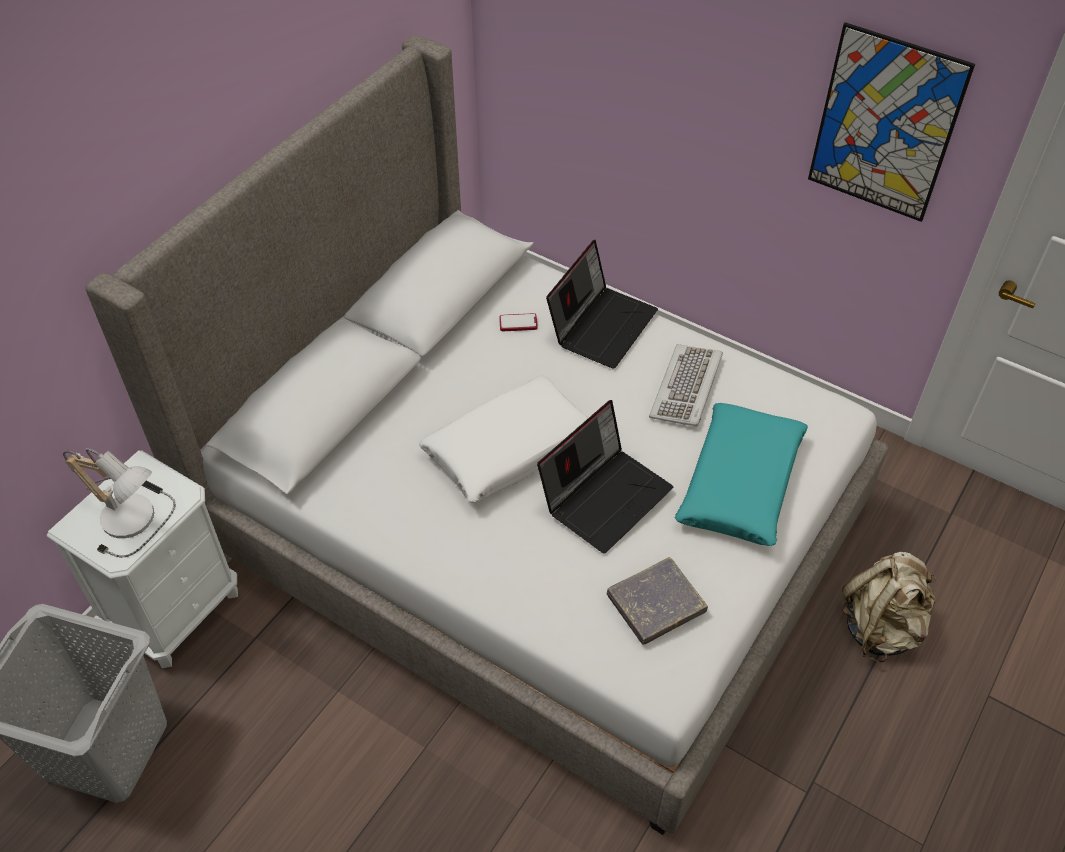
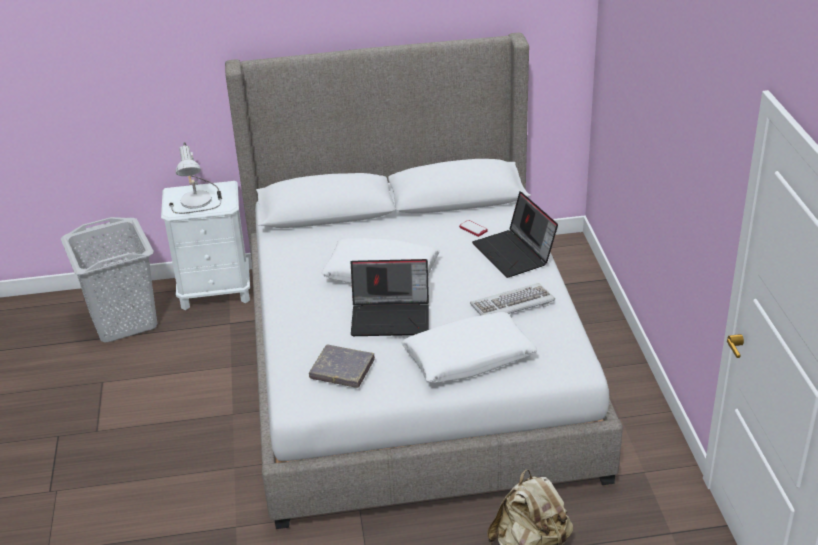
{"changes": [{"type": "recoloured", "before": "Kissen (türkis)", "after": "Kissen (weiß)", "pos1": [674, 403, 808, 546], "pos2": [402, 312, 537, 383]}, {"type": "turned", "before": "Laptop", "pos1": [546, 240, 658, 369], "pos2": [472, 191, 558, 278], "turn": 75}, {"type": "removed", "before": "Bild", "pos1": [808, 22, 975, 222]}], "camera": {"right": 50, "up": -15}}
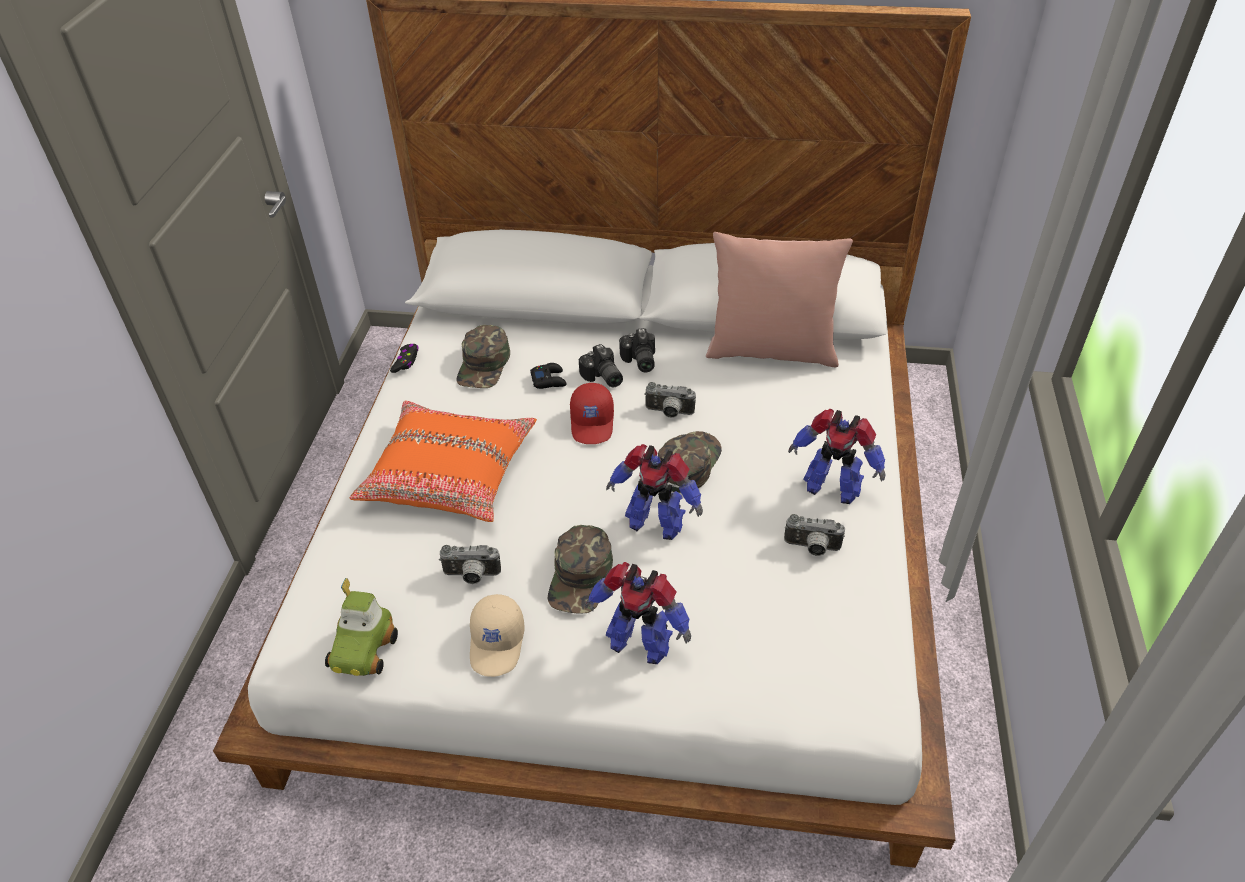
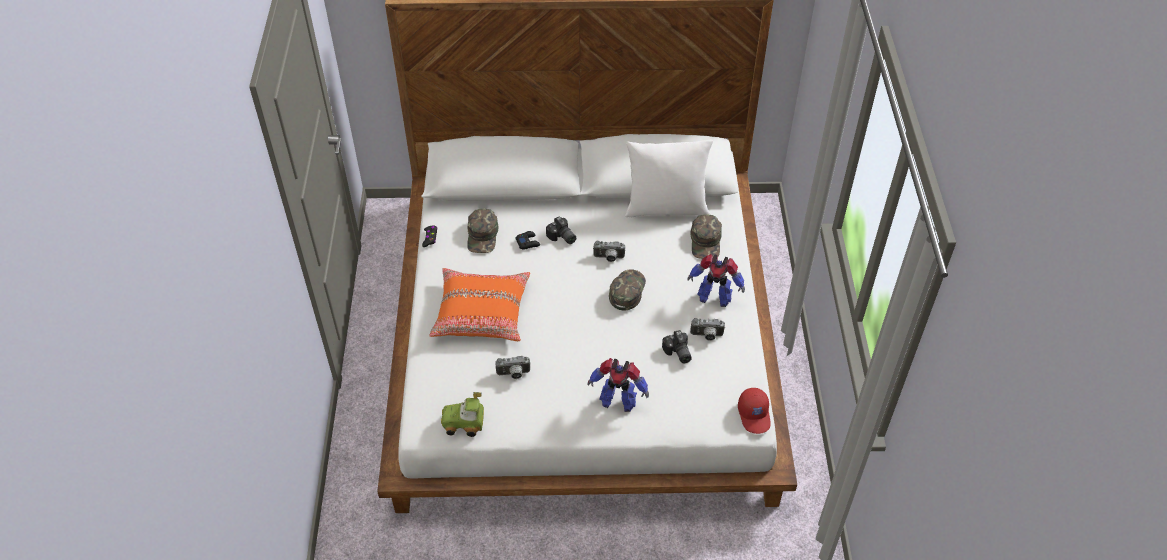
{"changes": [{"type": "turned", "before": "Spielzeugauto", "pos1": [325, 578, 398, 676], "pos2": [441, 392, 484, 437], "turn": 90}, {"type": "recoloured", "before": "Kissen (rosa)", "after": "Kissen (weiß)", "pos1": [706, 232, 853, 367], "pos2": [625, 139, 713, 217]}, {"type": "moved", "before": "Kamera", "pos1": [619, 328, 655, 372], "pos2": [662, 330, 692, 363]}, {"type": "moved", "before": "Kappe (grün)", "pos1": [548, 525, 613, 614], "pos2": [691, 214, 722, 259]}, {"type": "moved", "before": "Kappe (rot)", "pos1": [570, 383, 614, 444], "pos2": [738, 388, 771, 434]}, {"type": "removed", "before": "Kappe (beige)", "pos1": [470, 594, 525, 677]}, {"type": "removed", "before": "Spielzeugroboter", "pos1": [606, 444, 703, 540]}], "camera": {"right": -10, "up": 5}}
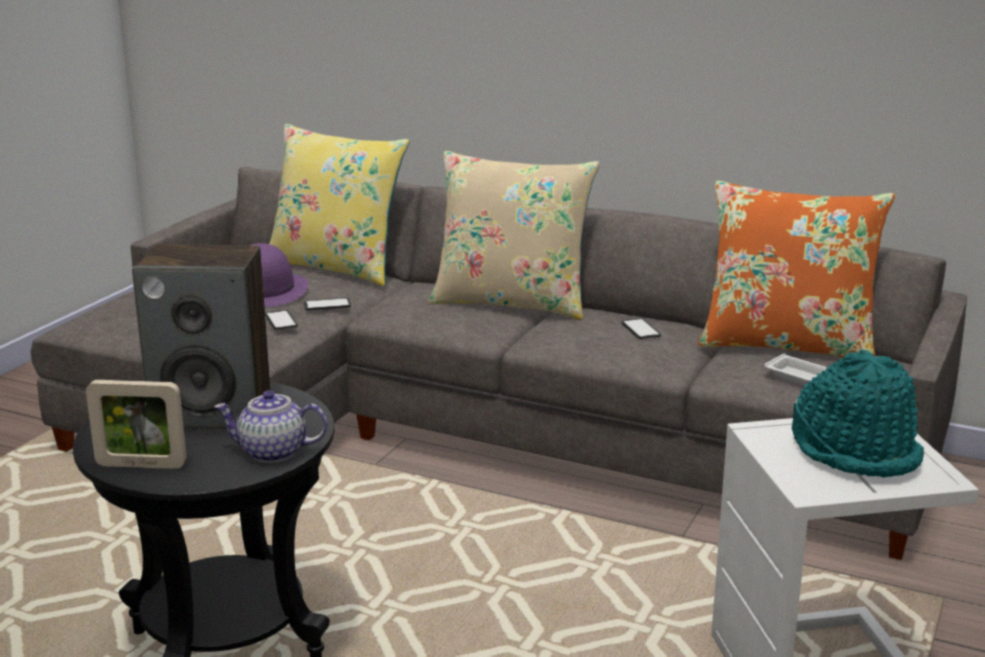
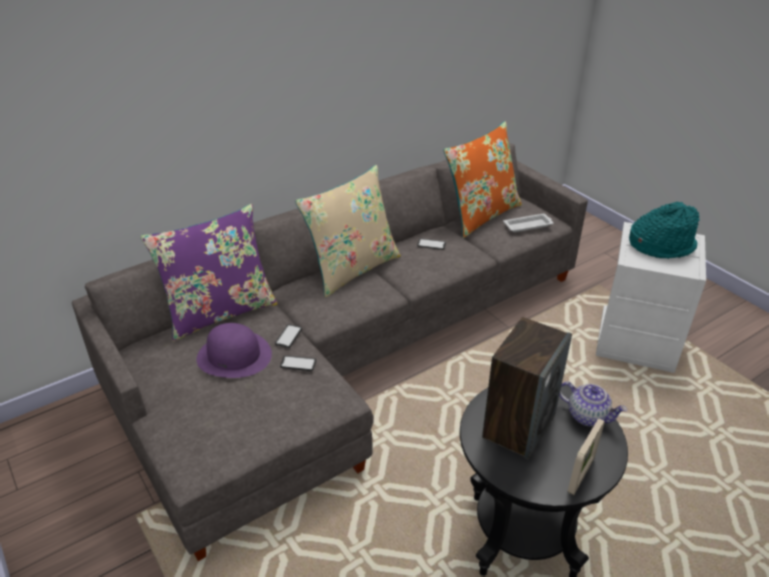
{"changes": [{"type": "recoloured", "before": "Kissen (gelb)", "after": "Kissen (lila)", "pos1": [269, 124, 410, 286], "pos2": [140, 204, 278, 341]}, {"type": "turned", "before": "Teekanne", "pos1": [214, 390, 327, 463], "pos2": [559, 382, 627, 426], "turn": -90}], "camera": {"right": -60, "up": 15}}
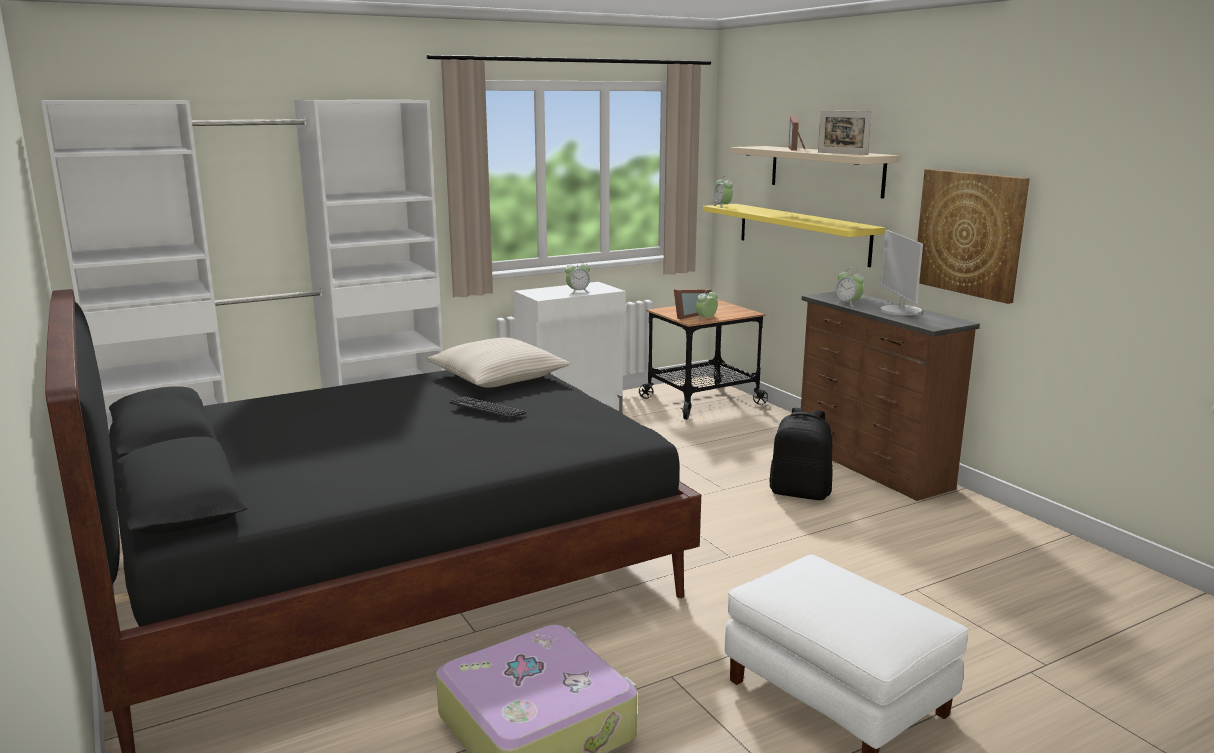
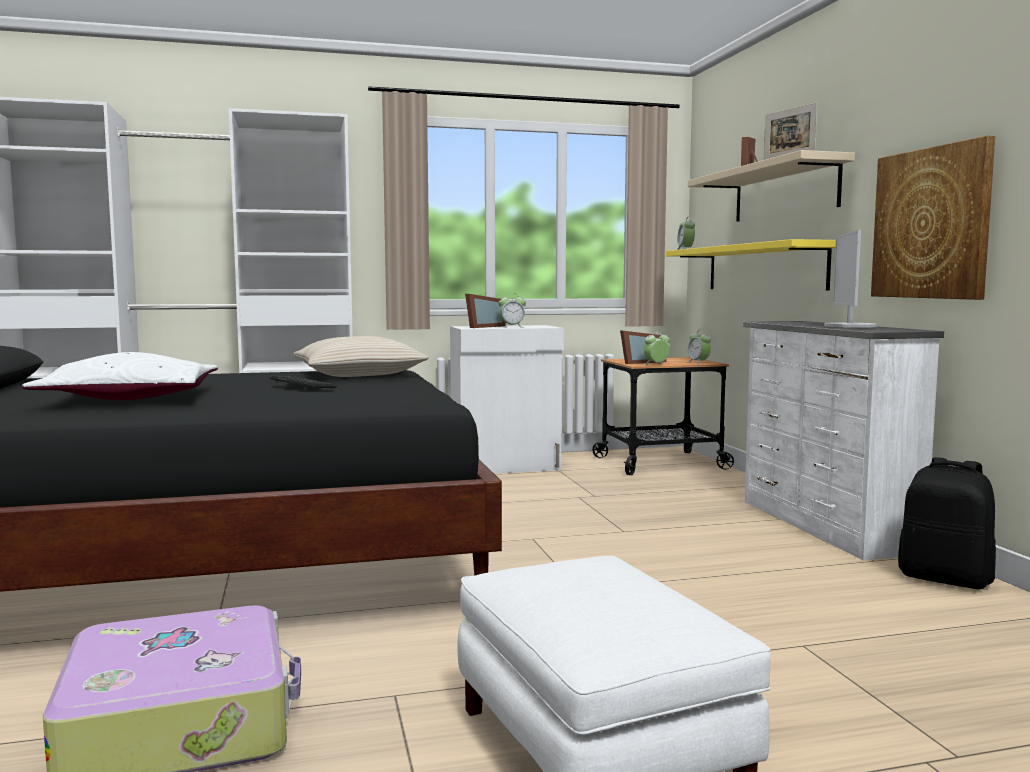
{"changes": [{"type": "added", "after": "Kissen (weiß)", "pos2": [22, 352, 218, 400]}, {"type": "added", "after": "Bilderrahmen", "pos2": [465, 294, 505, 328]}, {"type": "moved", "before": "Wecker", "pos1": [836, 268, 865, 307], "pos2": [688, 330, 711, 364]}, {"type": "recoloured", "before": "Kommode (braun)", "after": "Kommode (weiß)", "pos1": [801, 291, 980, 501], "pos2": [743, 321, 944, 561]}, {"type": "moved", "before": "Rucksack (schwarz)", "pos1": [770, 408, 833, 500], "pos2": [898, 457, 996, 589]}], "camera": {"right": 15, "up": -10}}
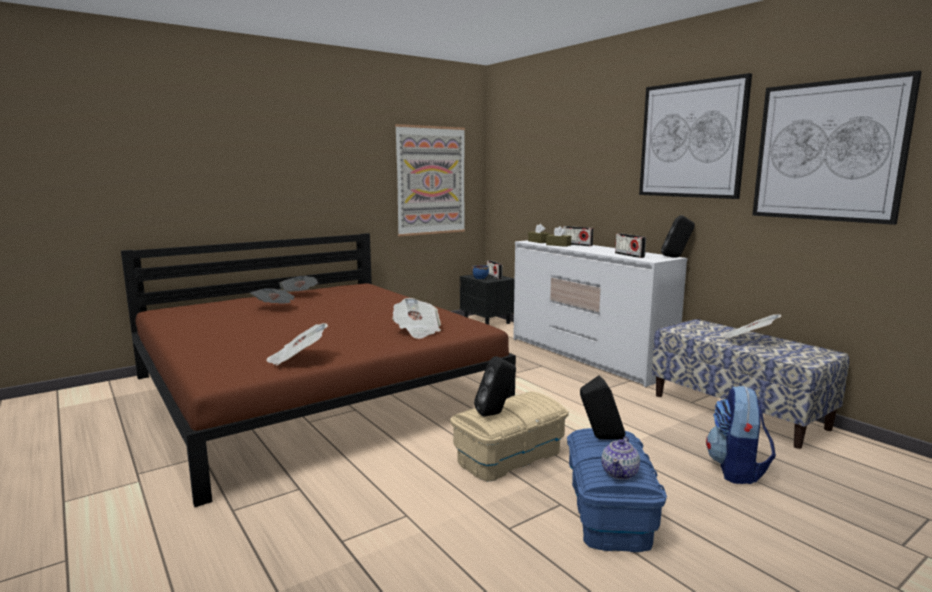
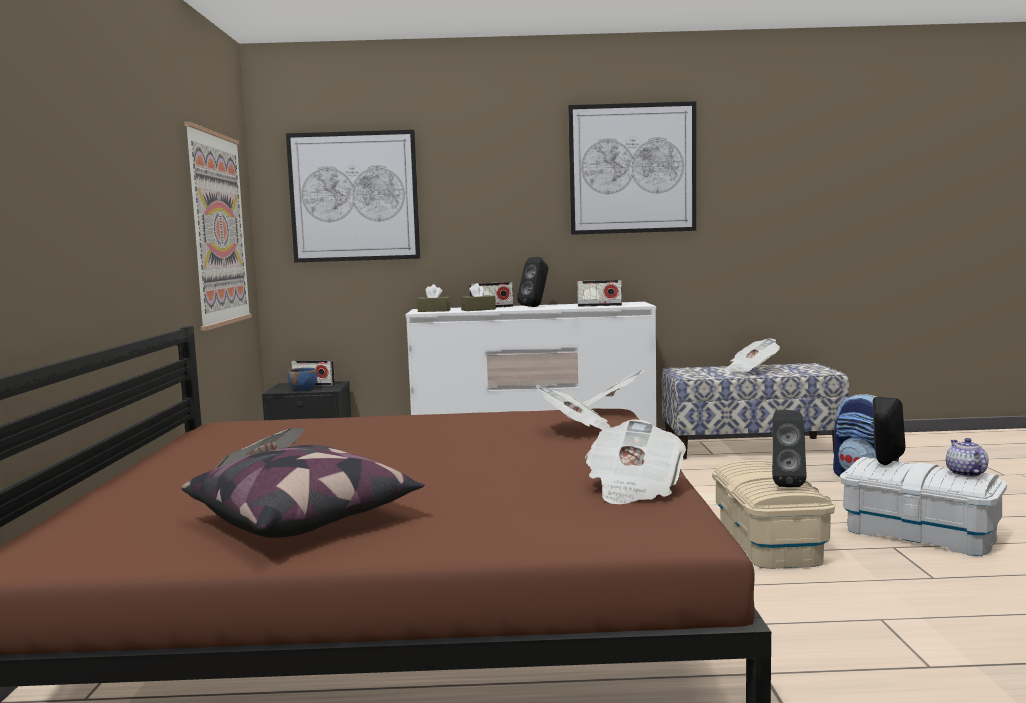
{"changes": [{"type": "added", "after": "Kissen", "pos2": [181, 445, 425, 538]}, {"type": "moved", "before": "Bild", "pos1": [752, 70, 922, 225], "pos2": [286, 130, 420, 262]}, {"type": "moved", "before": "Lautsprecher (schwarz)", "pos1": [661, 215, 695, 258], "pos2": [517, 257, 549, 307]}, {"type": "moved", "before": "Zeitung", "pos1": [279, 276, 318, 291], "pos2": [583, 369, 644, 406]}, {"type": "recoloured", "before": "Aufbewahrungsbox (blau)", "after": "Aufbewahrungsbox (weiß)", "pos1": [567, 428, 667, 552], "pos2": [840, 457, 1007, 556]}, {"type": "turned", "before": "Teekanne", "pos1": [601, 436, 640, 480], "pos2": [946, 438, 989, 477], "turn": -150}], "camera": {"right": -55, "up": -5}}
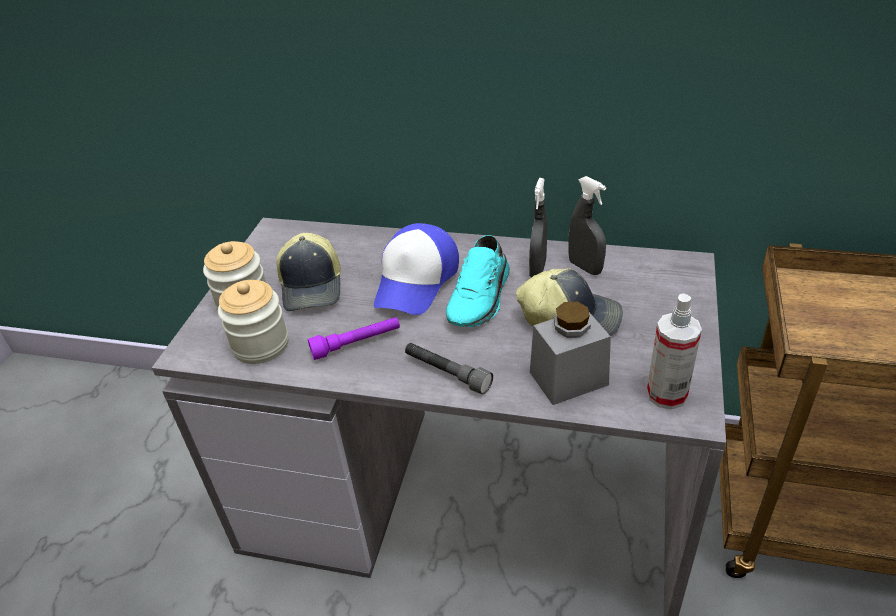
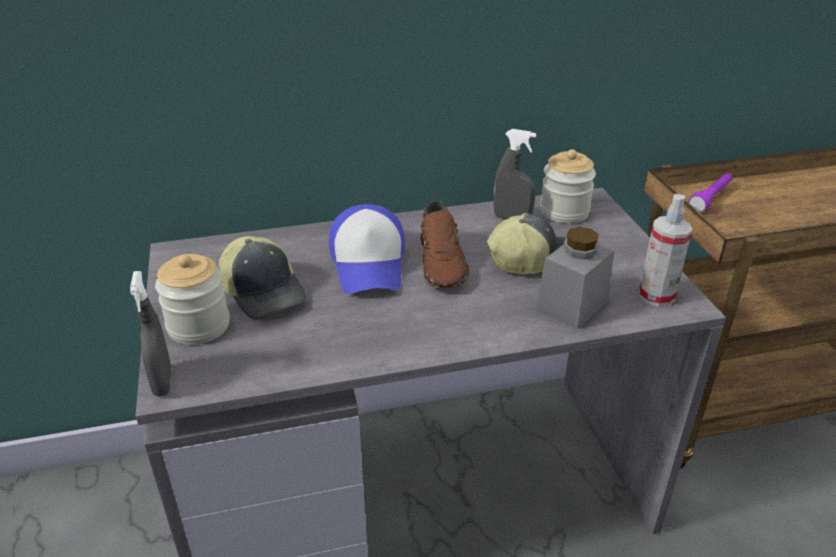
{"changes": [{"type": "moved", "before": "Sprühflasche (grau)", "pos1": [529, 178, 547, 277], "pos2": [130, 271, 171, 397]}, {"type": "recoloured", "before": "Schuh (türkis)", "after": "Schuh (braun)", "pos1": [446, 235, 510, 327], "pos2": [421, 201, 469, 288]}, {"type": "moved", "before": "Vorratsglas", "pos1": [218, 280, 289, 364], "pos2": [540, 149, 596, 223]}, {"type": "moved", "before": "Taschenlampe (lila)", "pos1": [308, 317, 400, 360], "pos2": [688, 173, 732, 213]}, {"type": "removed", "before": "Taschenlampe (grau)", "pos1": [405, 343, 493, 395]}], "camera": {"right": -30, "up": -5}}
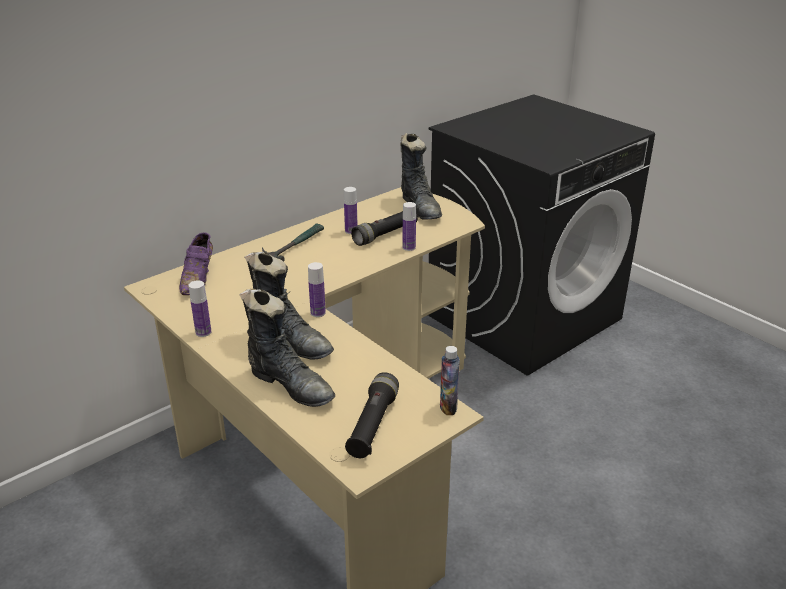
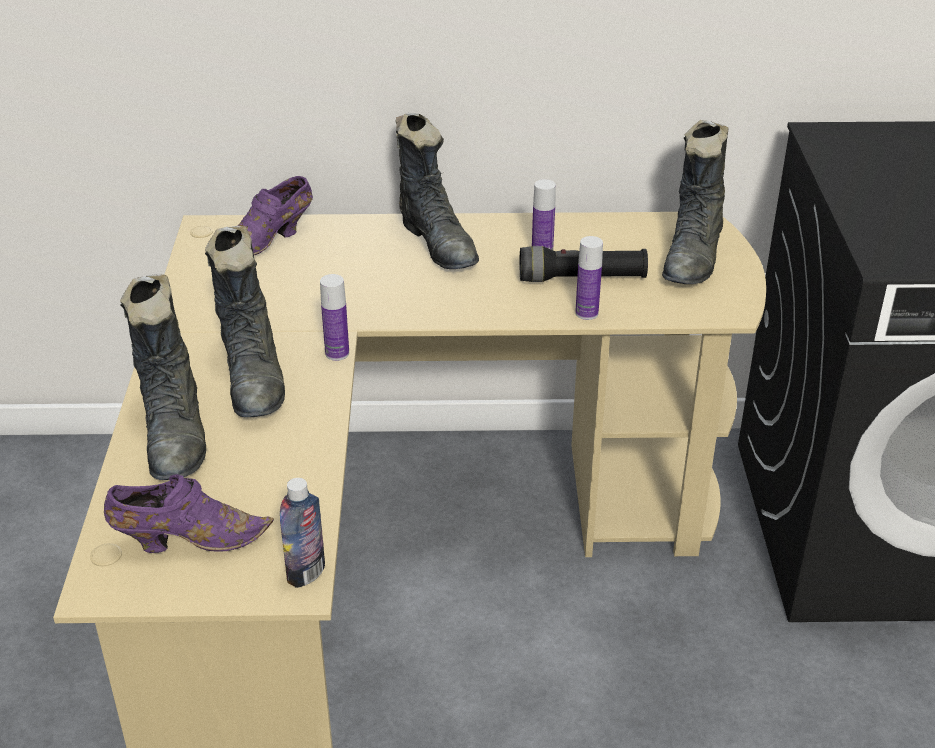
{"changes": [{"type": "replaced", "before": "Taschenlampe (schwarz)", "after": "Schuh (lila)", "pos1": [345, 372, 399, 458], "pos2": [104, 474, 274, 553]}, {"type": "replaced", "before": "Hammer", "after": "Stiefel (schwarz)", "pos1": [262, 224, 324, 262], "pos2": [396, 113, 479, 269]}, {"type": "removed", "before": "Flasche", "pos1": [189, 280, 212, 337]}], "camera": {"right": 40, "up": 5}}
